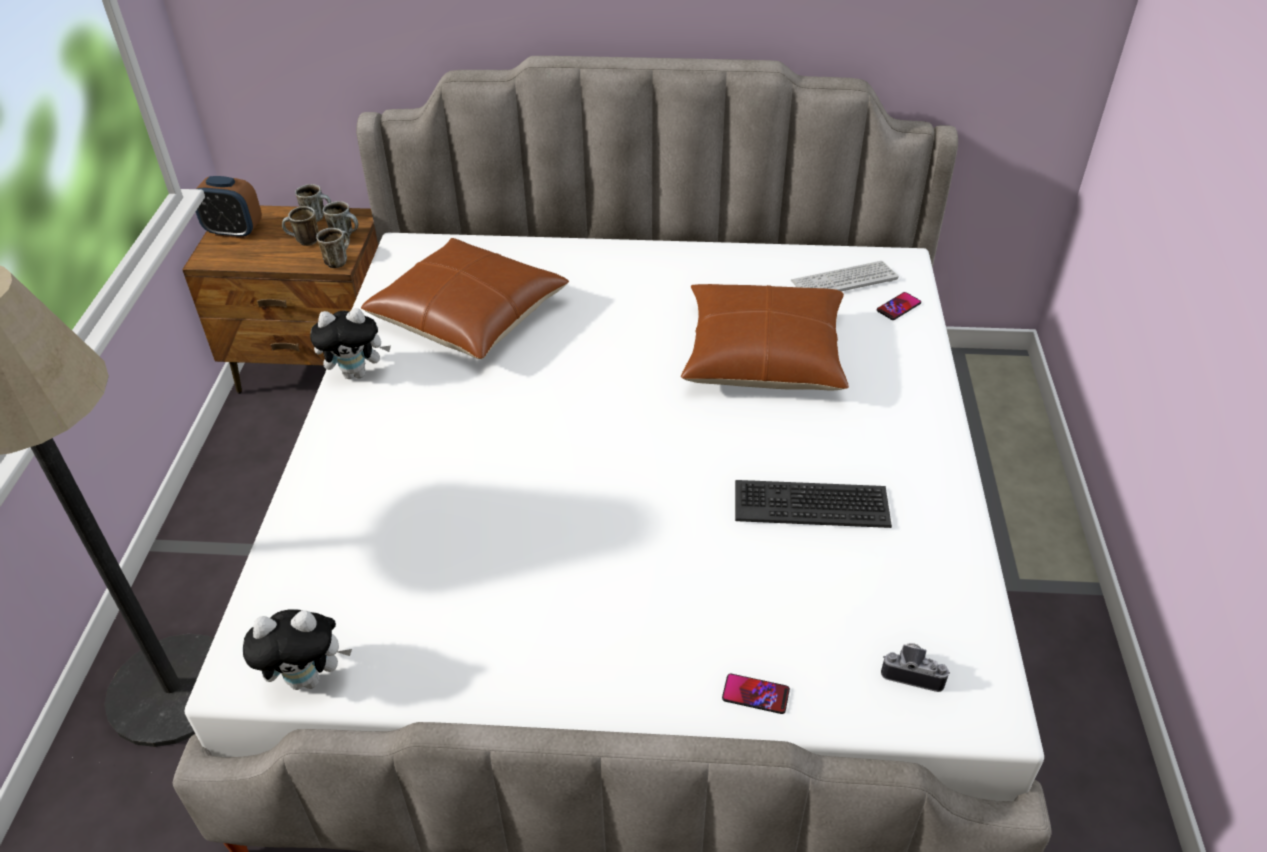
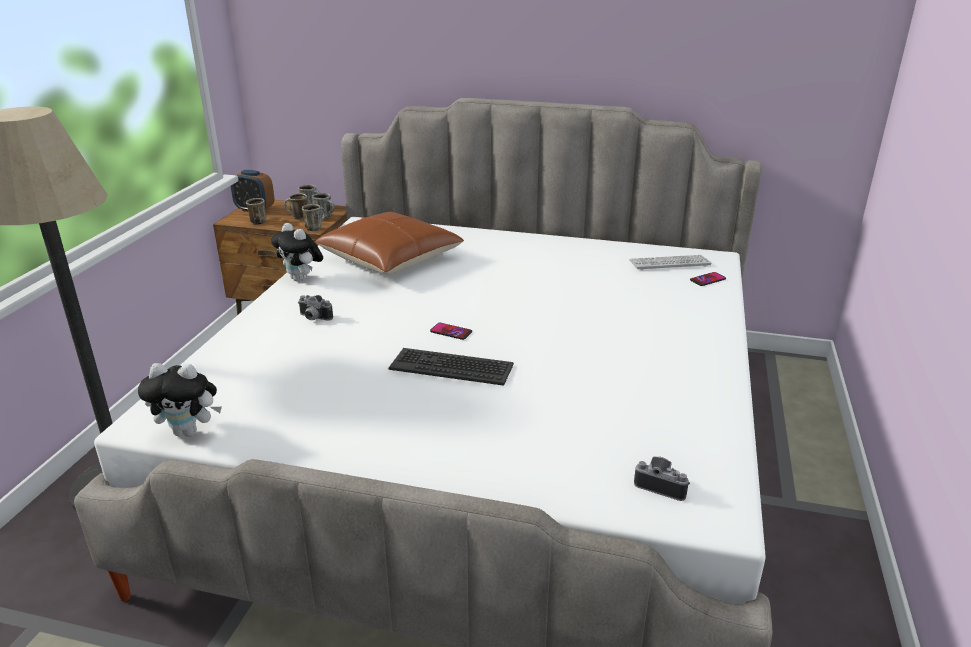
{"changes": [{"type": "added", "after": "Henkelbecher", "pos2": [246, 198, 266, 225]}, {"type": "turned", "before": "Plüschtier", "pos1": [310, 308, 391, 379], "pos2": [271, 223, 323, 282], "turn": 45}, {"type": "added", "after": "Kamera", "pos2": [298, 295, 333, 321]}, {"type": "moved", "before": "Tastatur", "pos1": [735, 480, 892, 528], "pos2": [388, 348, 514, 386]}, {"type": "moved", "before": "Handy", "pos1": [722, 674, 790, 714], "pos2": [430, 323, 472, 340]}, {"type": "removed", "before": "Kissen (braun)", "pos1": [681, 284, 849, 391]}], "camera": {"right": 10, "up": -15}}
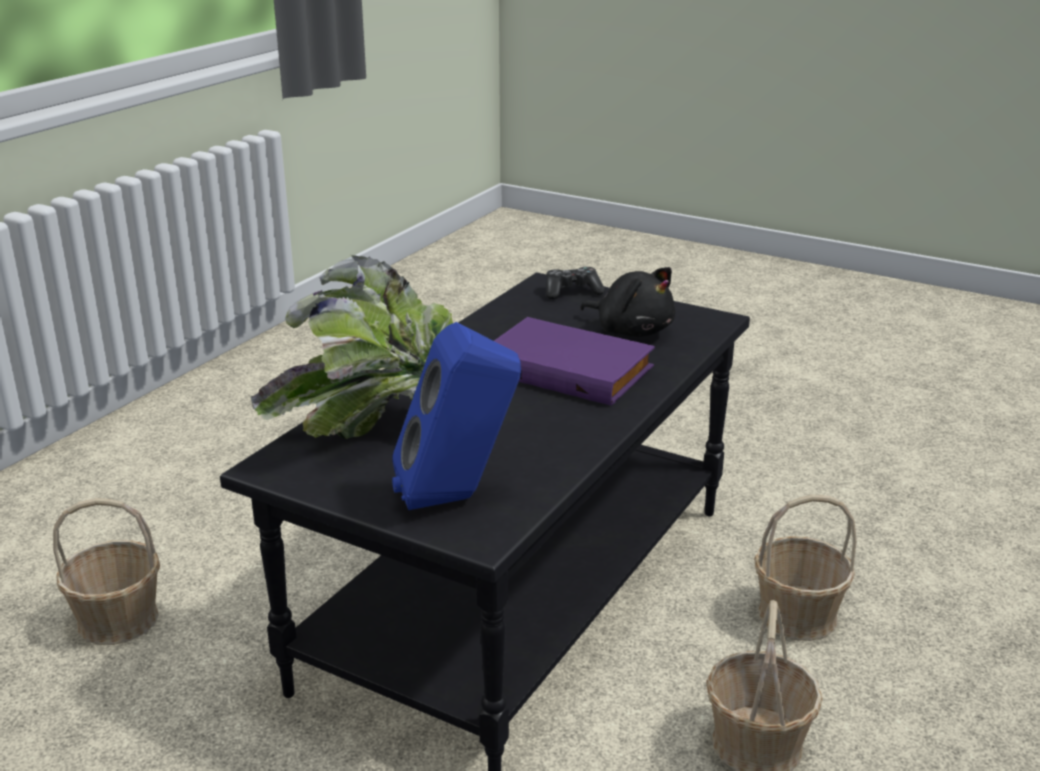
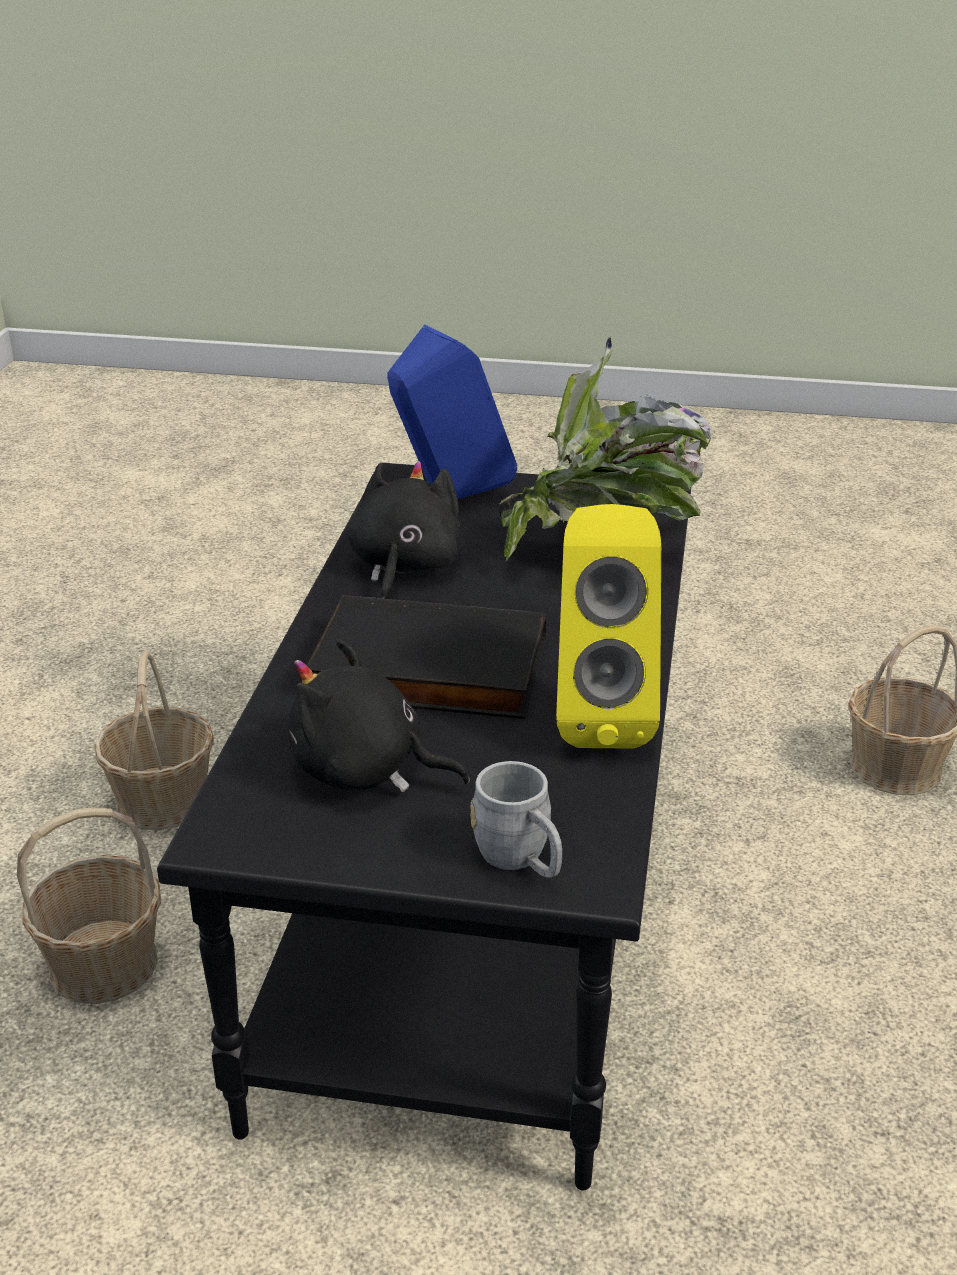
{"changes": [{"type": "recoloured", "before": "Buch (lila)", "after": "Buch (schwarz)", "pos1": [494, 317, 655, 406], "pos2": [307, 595, 546, 719]}, {"type": "added", "after": "Plüschtier (schwarz)", "pos2": [348, 461, 460, 599]}, {"type": "replaced", "before": "Gamepad", "after": "Henkelbecher (grau)", "pos1": [546, 267, 605, 299], "pos2": [470, 761, 562, 878]}, {"type": "added", "after": "Lautsprecher (gelb)", "pos2": [556, 504, 661, 749]}], "camera": {"right": 160, "up": 5}}
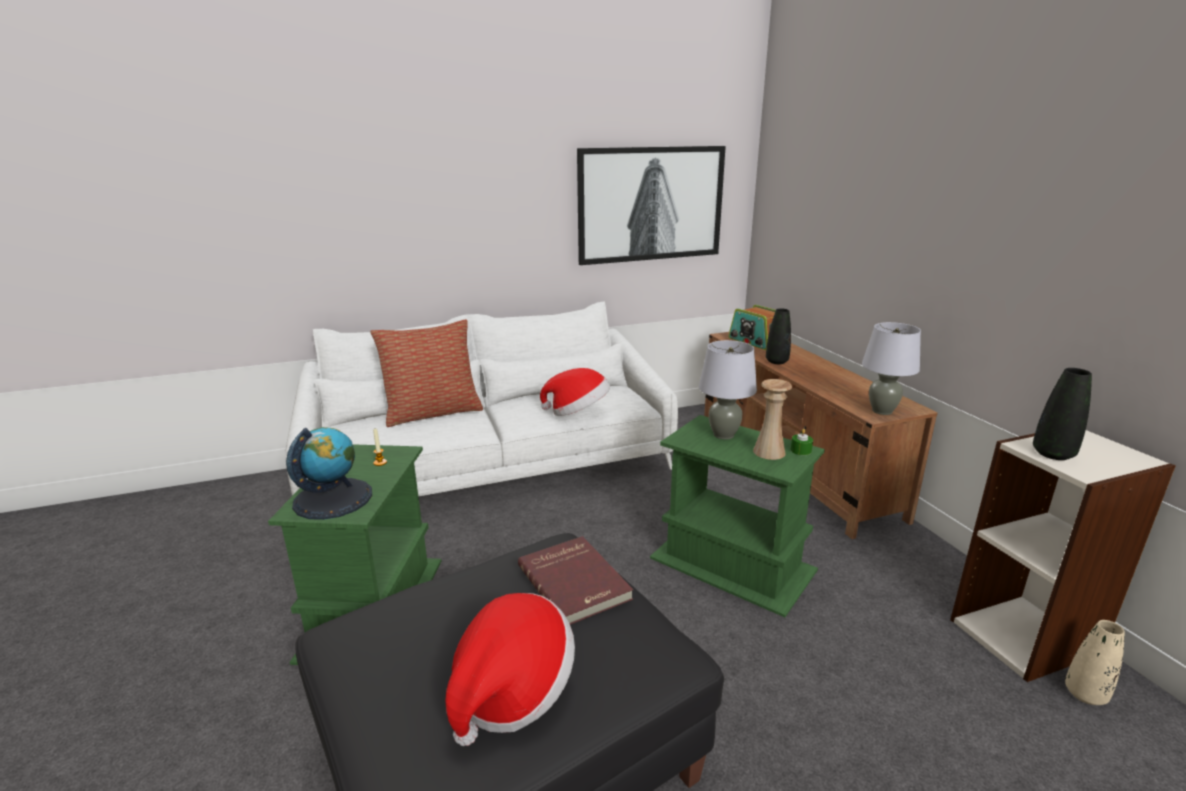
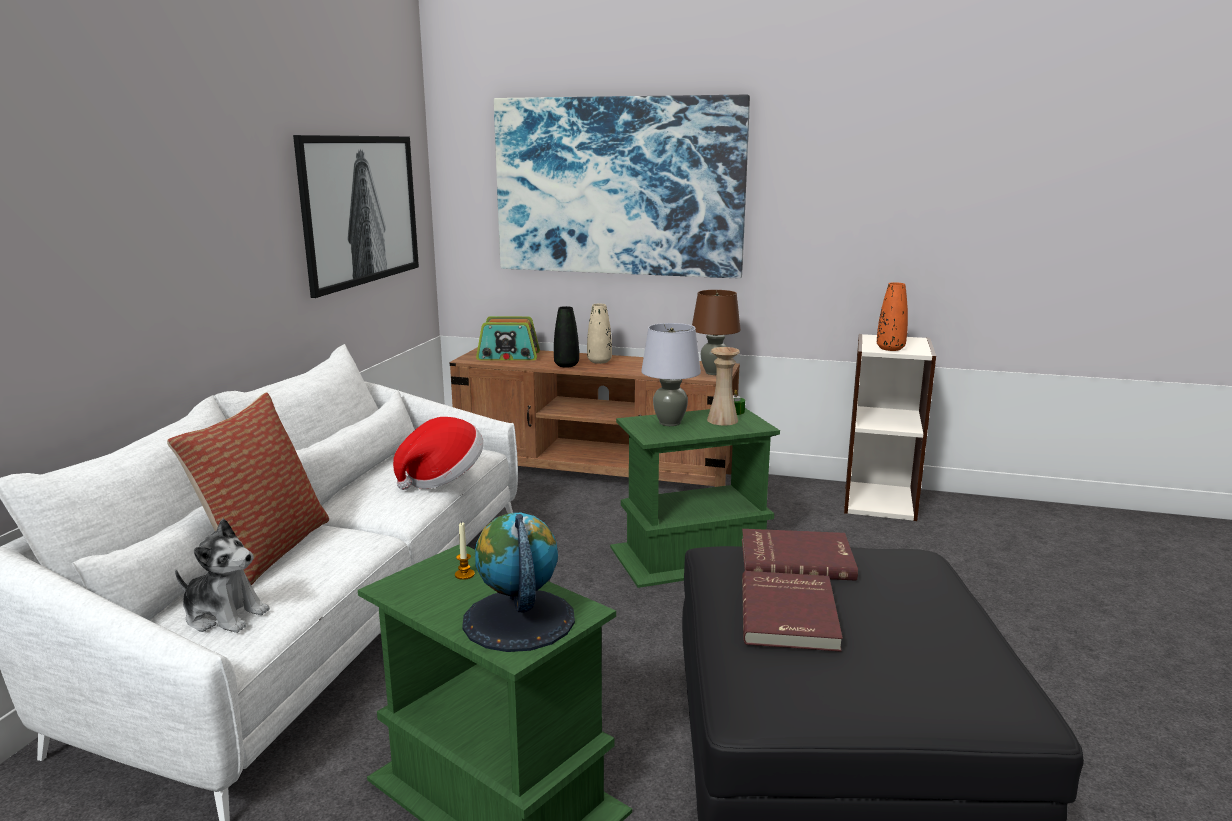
{"changes": [{"type": "added", "after": "Plüschtier", "pos2": [175, 519, 270, 633]}, {"type": "added", "after": "Bild", "pos2": [494, 95, 750, 278]}, {"type": "moved", "before": "Vase (beige)", "pos1": [1065, 620, 1125, 705], "pos2": [587, 304, 612, 364]}, {"type": "recoloured", "before": "Tischlampe (grau)", "after": "Tischlampe (braun)", "pos1": [862, 322, 921, 415], "pos2": [692, 290, 741, 375]}, {"type": "added", "after": "Buch (rot)", "pos2": [742, 571, 843, 652]}, {"type": "recoloured", "before": "Vase (schwarz)", "after": "Vase (orange)", "pos1": [1033, 368, 1092, 460], "pos2": [877, 282, 908, 351]}, {"type": "removed", "before": "Hut", "pos1": [445, 593, 575, 746]}], "camera": {"right": -55, "up": -5}}
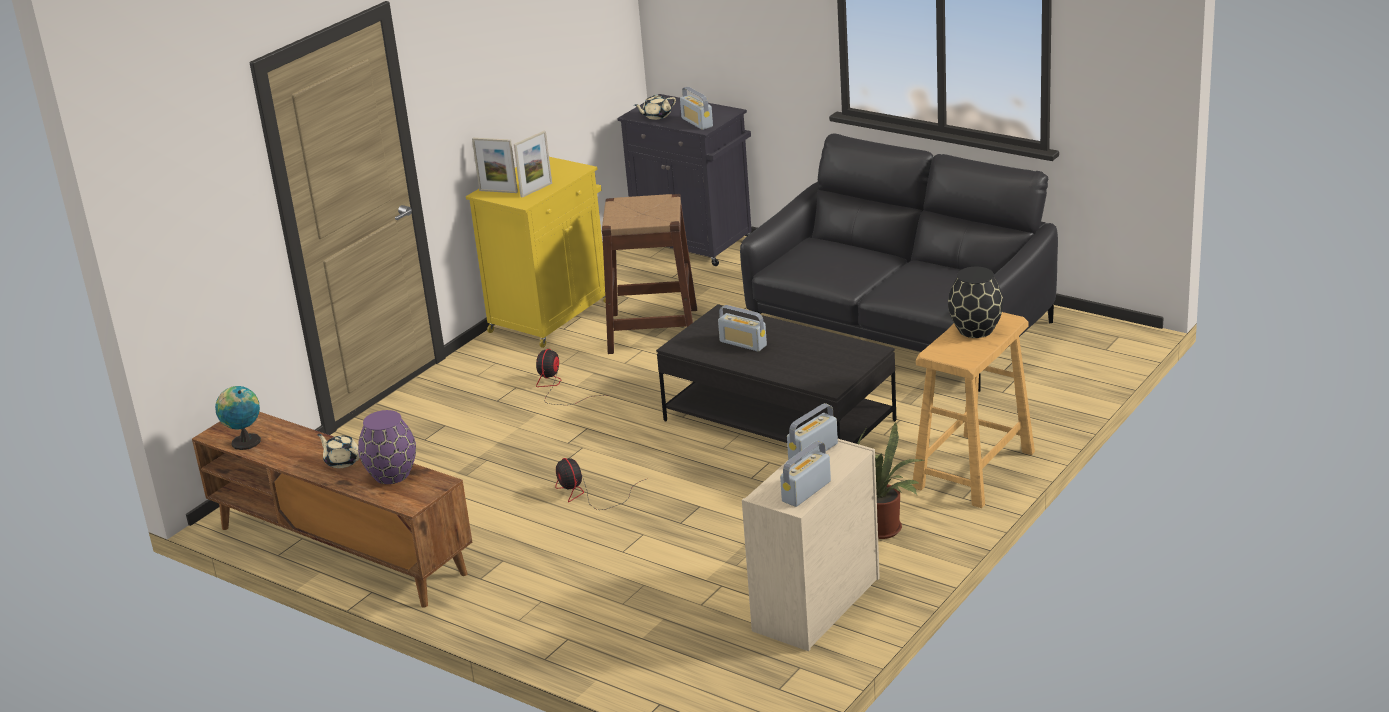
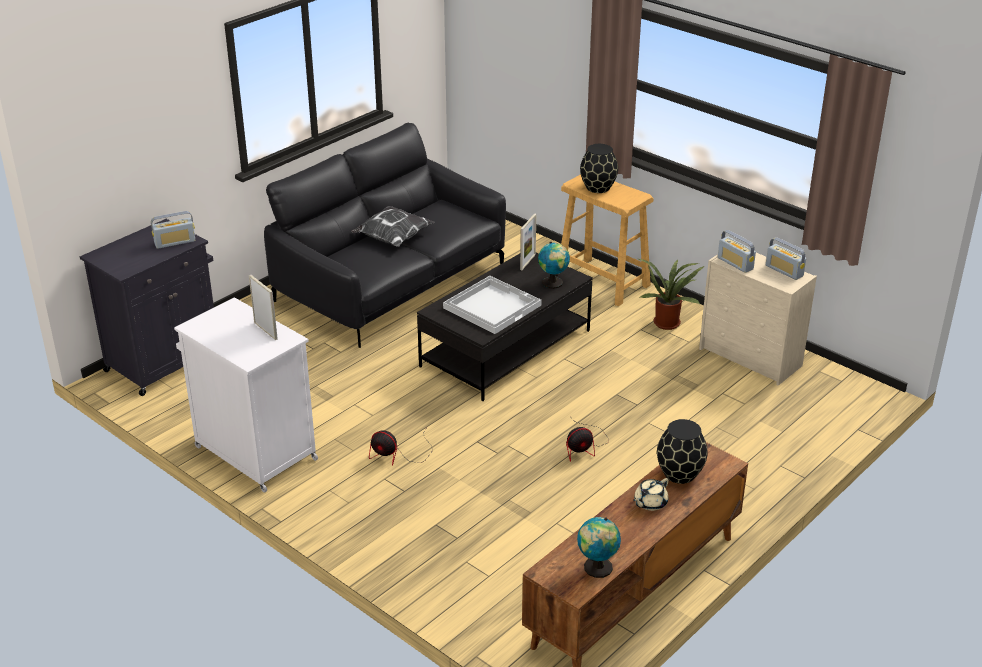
{"changes": [{"type": "recoloured", "before": "Schrank (gelb)", "after": "Schrank (weiß)", "pos1": [466, 157, 606, 348], "pos2": [174, 297, 318, 493]}, {"type": "added", "after": "Kissen", "pos2": [351, 206, 435, 247]}, {"type": "replaced", "before": "Radio", "after": "Tablett (weiß)", "pos1": [718, 305, 767, 352], "pos2": [443, 276, 541, 334]}, {"type": "moved", "before": "Bilderrahmen", "pos1": [472, 138, 518, 193], "pos2": [520, 213, 536, 270]}, {"type": "added", "after": "Globus", "pos2": [538, 241, 570, 289]}, {"type": "recoloured", "before": "Vase (lila)", "after": "Vase (schwarz)", "pos1": [358, 410, 416, 484], "pos2": [657, 419, 708, 484]}, {"type": "removed", "before": "Hocker (braun)", "pos1": [602, 194, 697, 354]}, {"type": "removed", "before": "Teekanne (beige)", "pos1": [634, 95, 676, 120]}], "camera": {"right": -85, "up": 5}}
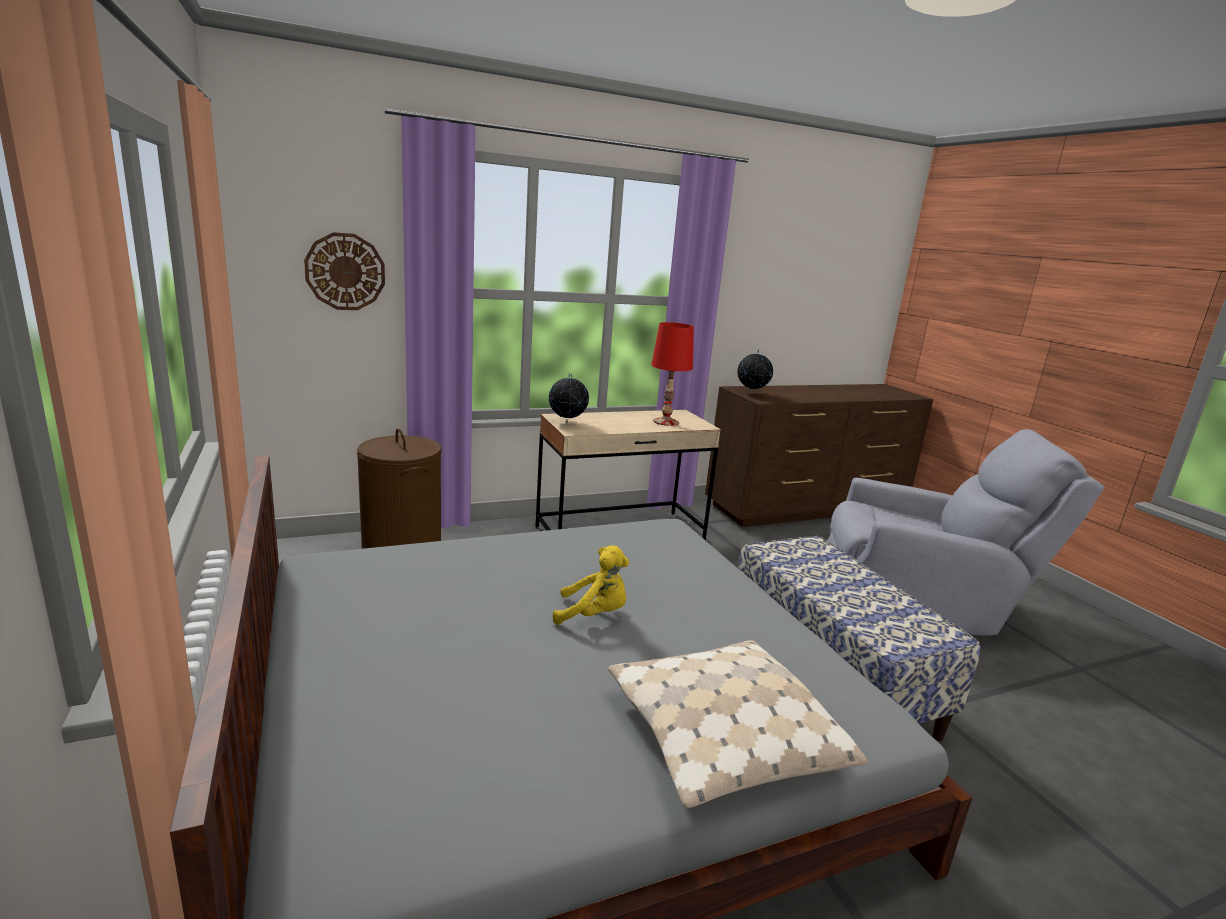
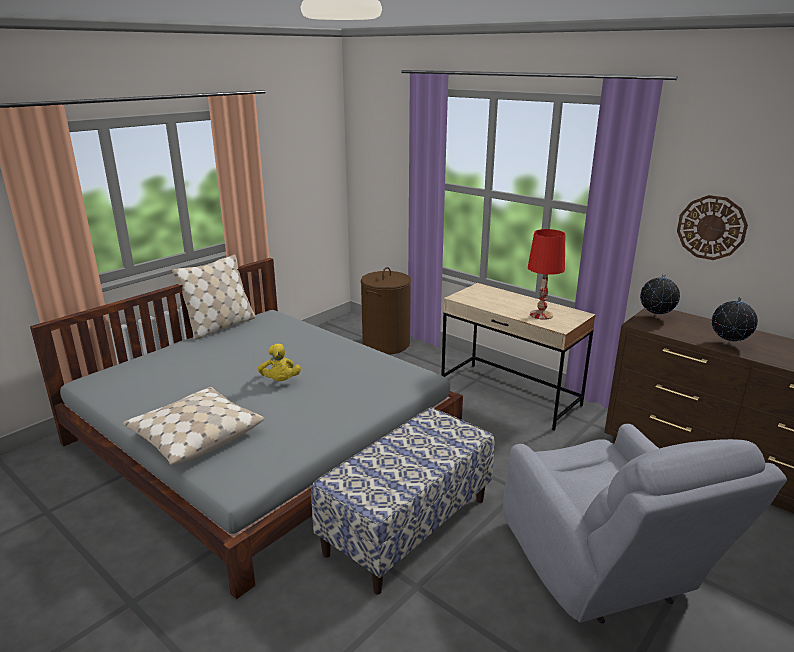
{"changes": [{"type": "added", "after": "Kissen (beige)", "pos2": [172, 254, 256, 340]}, {"type": "moved", "before": "Wanduhr", "pos1": [304, 232, 385, 310], "pos2": [677, 195, 748, 260]}, {"type": "moved", "before": "Globus", "pos1": [549, 373, 589, 423], "pos2": [712, 297, 758, 345]}], "camera": {"right": 65, "up": 5}}
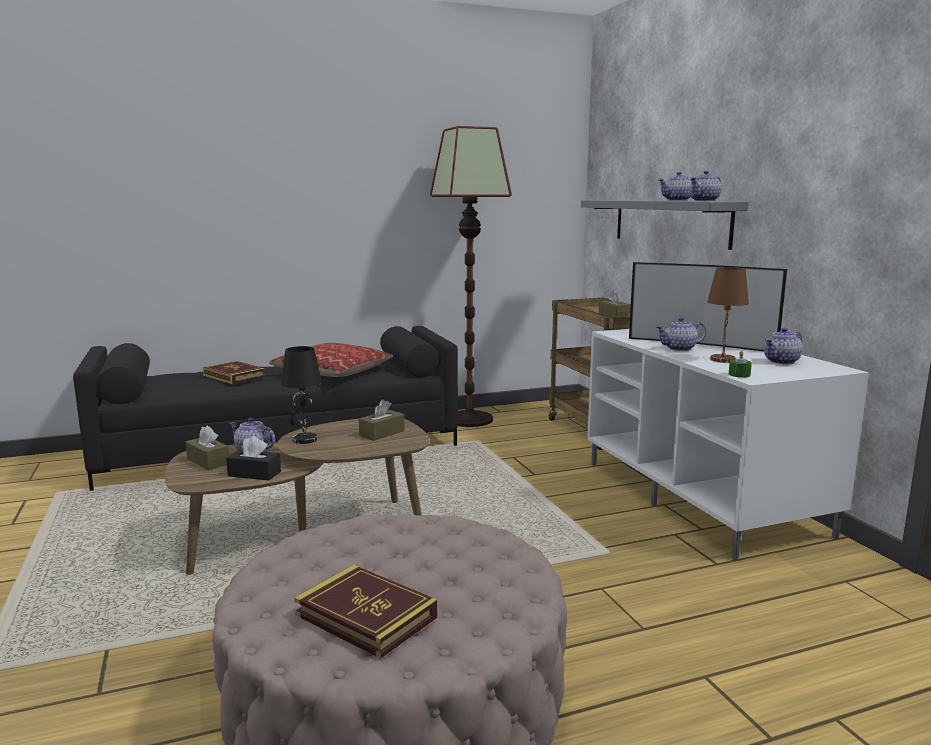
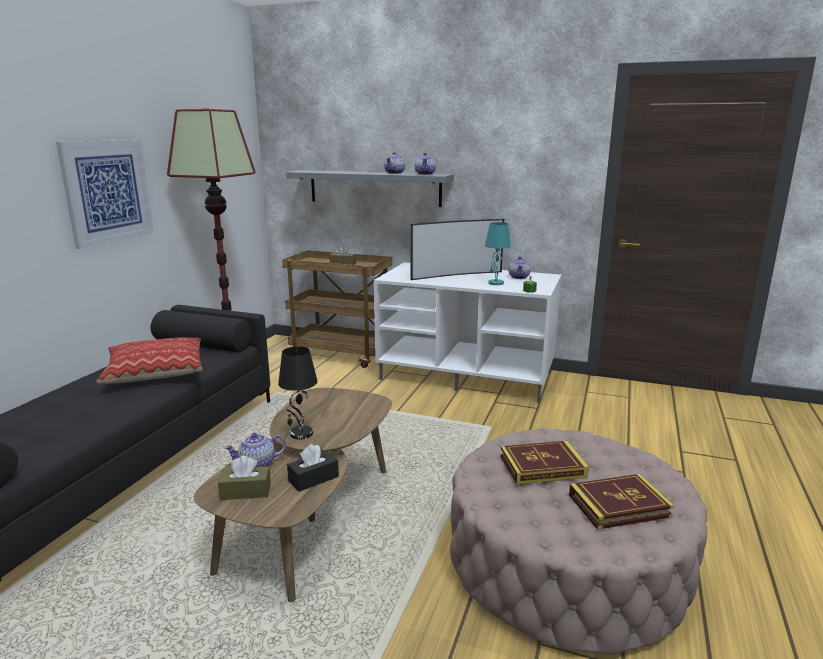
{"changes": [{"type": "added", "after": "Bild", "pos2": [56, 140, 154, 249]}, {"type": "recoloured", "before": "Tischlampe (braun)", "after": "Tischlampe (türkis)", "pos1": [707, 267, 749, 363], "pos2": [485, 222, 511, 285]}, {"type": "moved", "before": "Buch", "pos1": [203, 361, 266, 385], "pos2": [500, 441, 589, 485]}, {"type": "removed", "before": "Taschentuchbox (braun)", "pos1": [359, 400, 404, 441]}, {"type": "removed", "before": "Teekanne", "pos1": [656, 317, 706, 351]}], "camera": {"right": -50, "up": 5}}
